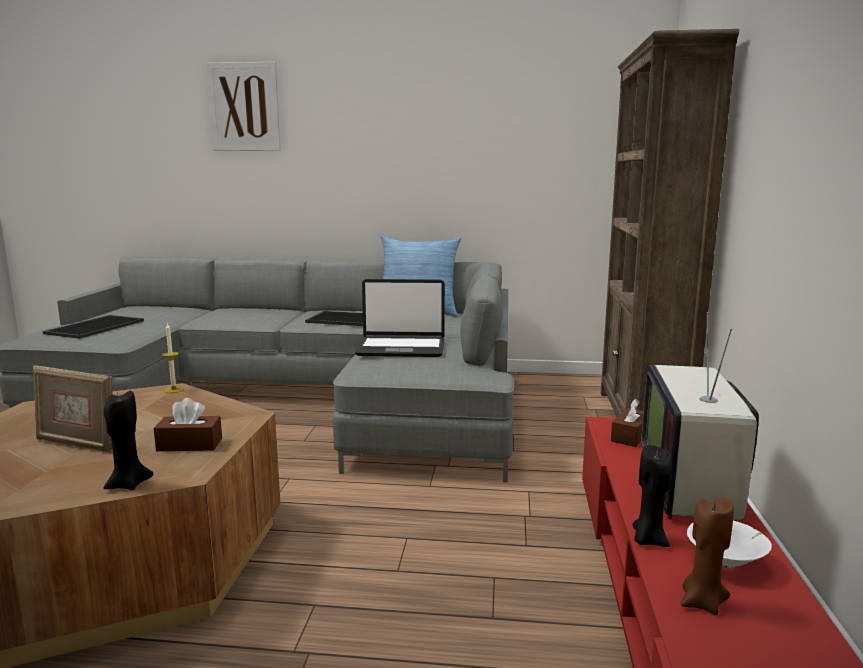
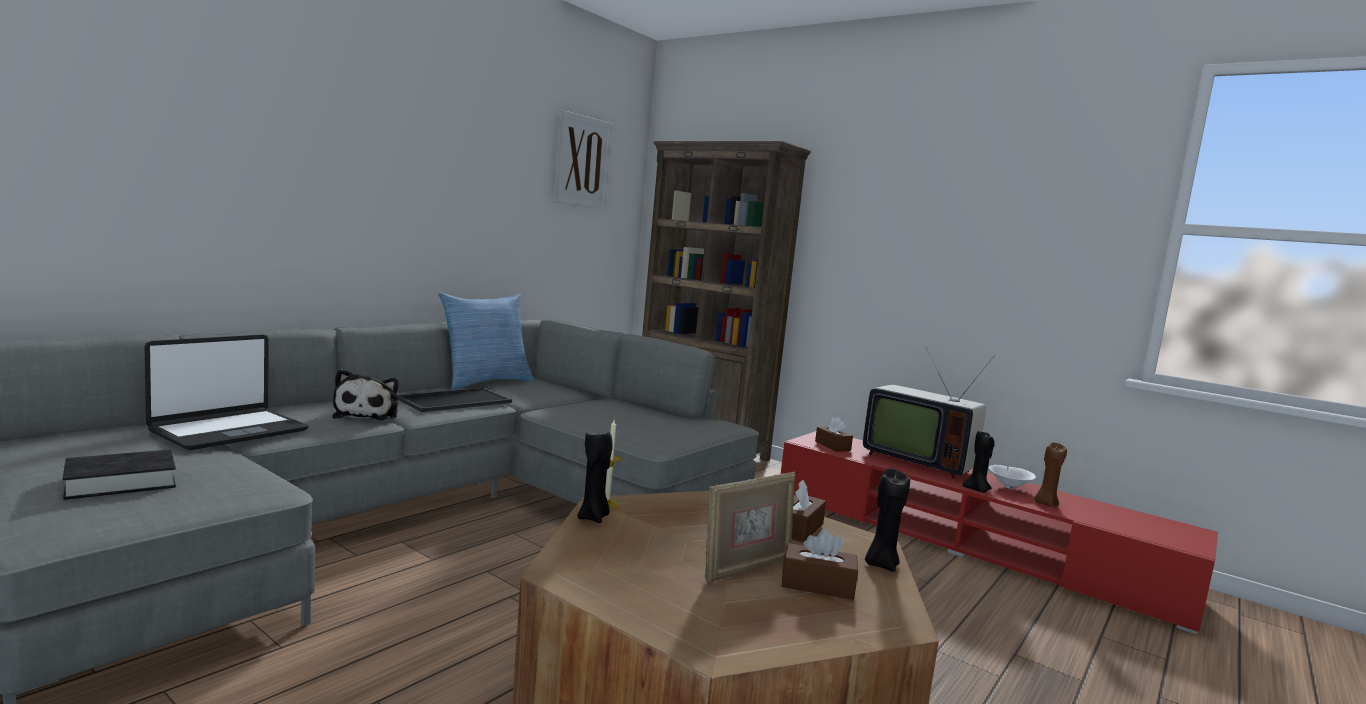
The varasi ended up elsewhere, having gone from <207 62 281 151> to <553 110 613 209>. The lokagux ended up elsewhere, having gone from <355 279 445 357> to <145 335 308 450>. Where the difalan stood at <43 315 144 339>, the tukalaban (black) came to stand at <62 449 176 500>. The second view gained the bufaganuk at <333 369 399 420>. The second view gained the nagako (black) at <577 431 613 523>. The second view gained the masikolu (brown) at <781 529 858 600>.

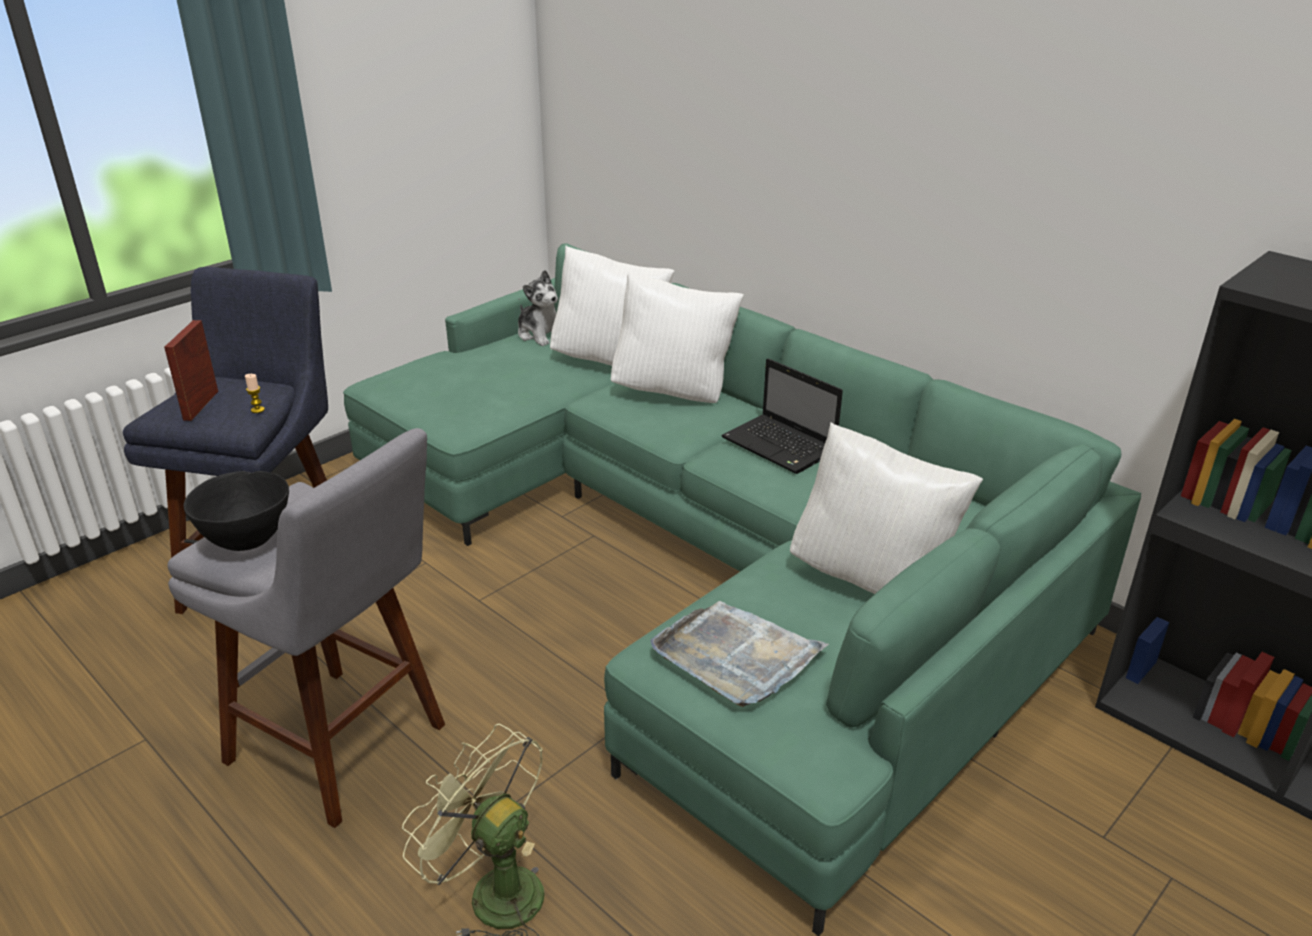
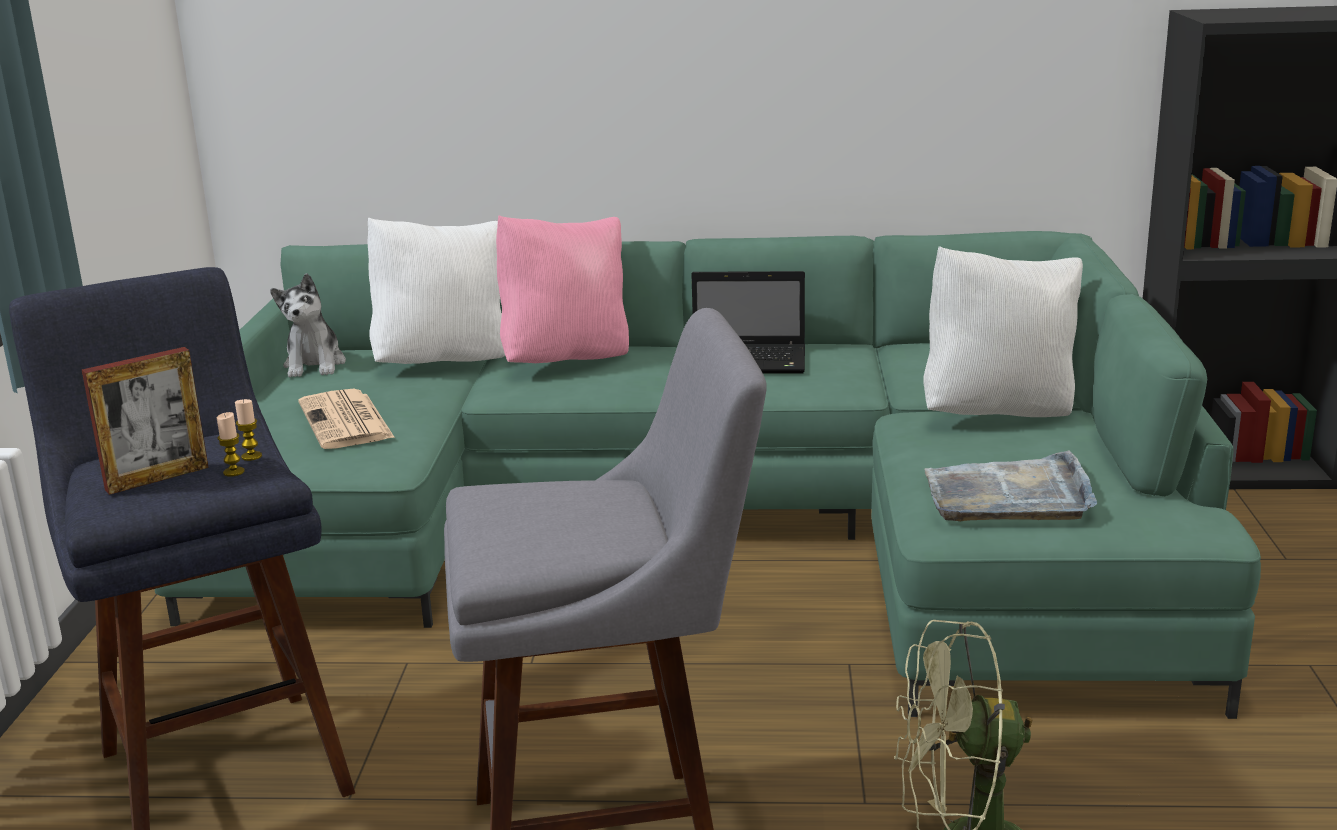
The bufaganuk at <518 270 558 346> ended up facing another way, 75 degrees clockwise from before. What was the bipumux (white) at <611 272 744 403> turned into the bipumux (pink) at <496 215 629 363>. The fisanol at <164 320 218 421> ended up facing another way, 90 degrees counterclockwise from before. The second view lost the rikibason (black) at <183 471 289 551>. The second view gained the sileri at <298 389 395 449>. The second view gained the nagako at <217 412 245 476>.

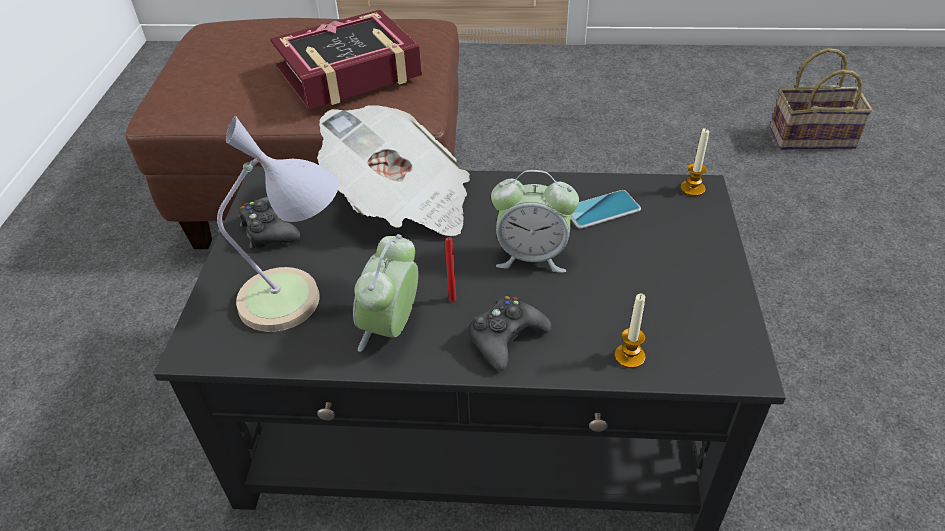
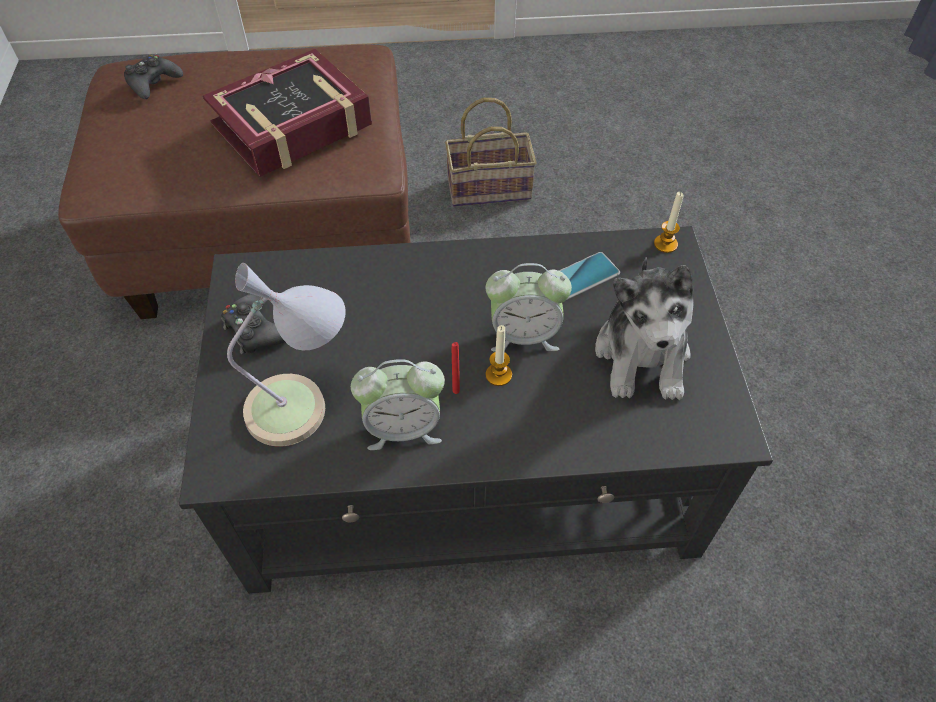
The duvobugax ended up elsewhere, having gone from <770 48 873 150> to <445 98 537 207>. The second view lost the sileri at <317 105 470 236>. The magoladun at <353 234 419 352> ended up facing another way, 105 degrees counterclockwise from before. The nagako ended up elsewhere, having gone from <615 294 645 368> to <486 325 512 386>. The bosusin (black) ended up elsewhere, having gone from <469 296 552 371> to <124 55 183 99>. The second view gained the bufaganuk at <595 257 694 400>.

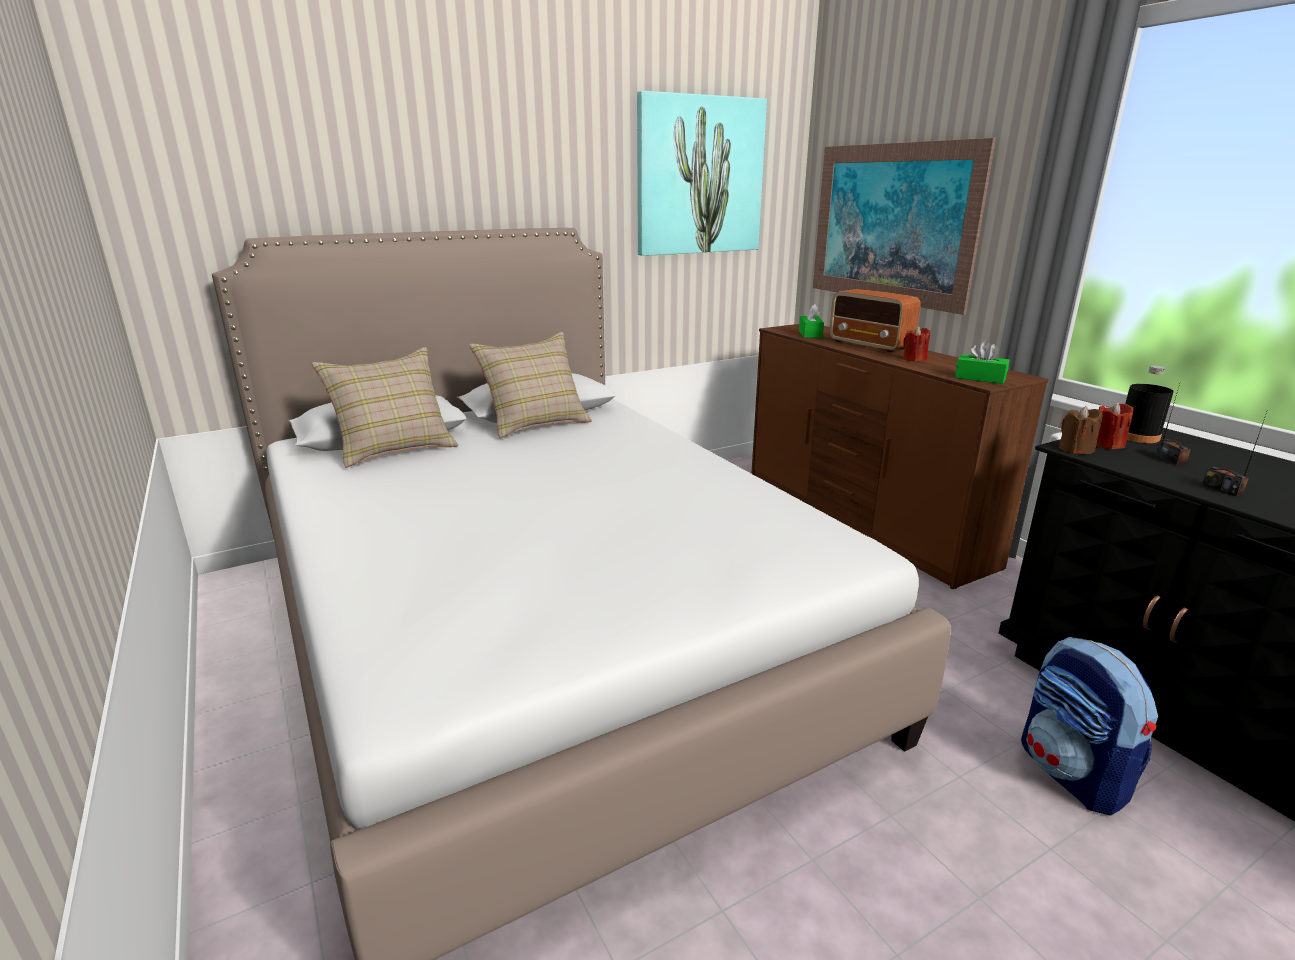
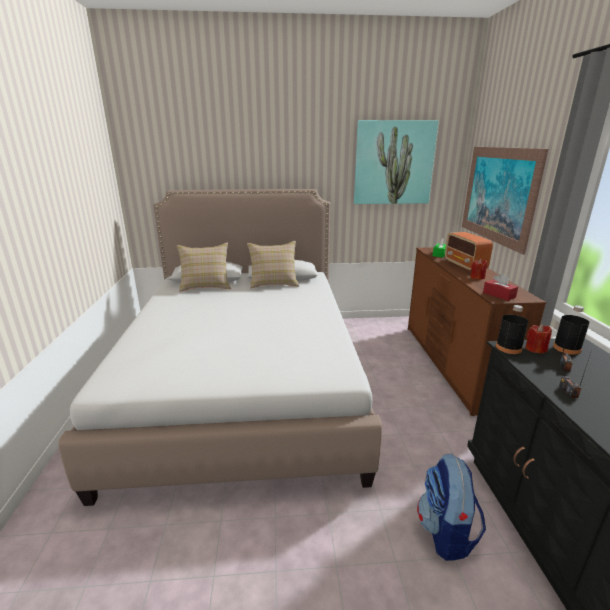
What was the masikolu (green) at <955 340 1009 384> turned into the masikolu (red) at <483 273 518 301>. Where the nagako (brown) stood at <1059 406 1102 454>, the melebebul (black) came to stand at <496 305 528 354>.

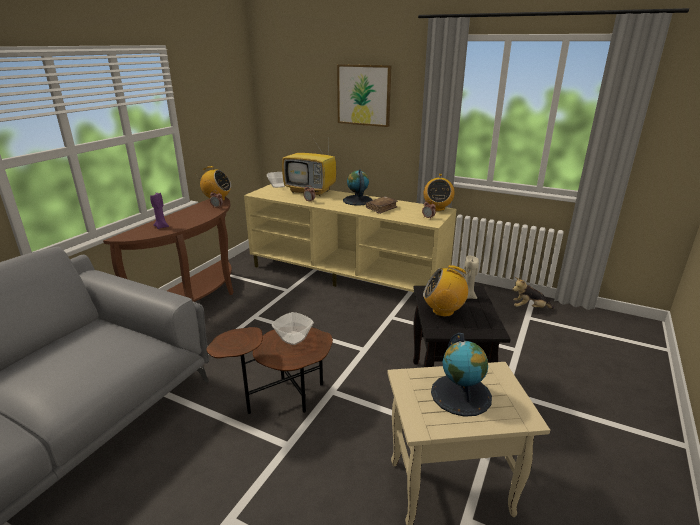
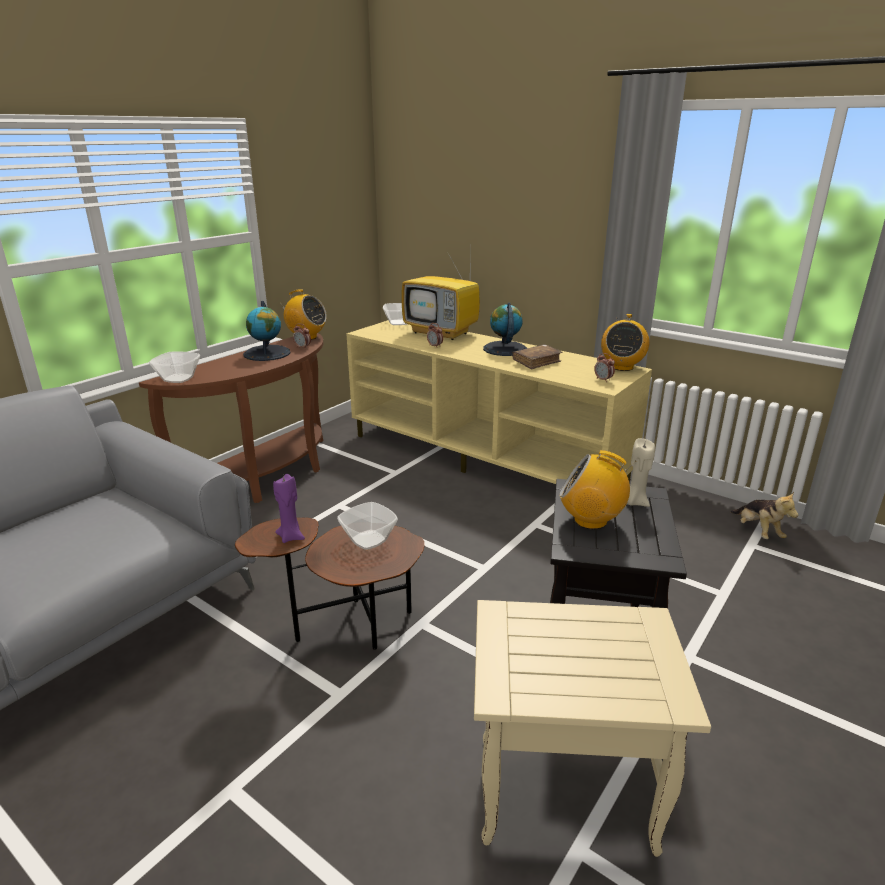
The second view lost the varasi at <337 64 391 127>. The nagako (purple) ended up elsewhere, having gone from <150 193 169 229> to <273 474 305 543>. The bufaganuk at <512 277 554 309> ended up facing another way, 120 degrees counterclockwise from before. The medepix ended up elsewhere, having gone from <431 333 492 417> to <243 301 291 361>. The second view gained the rikibason at <149 351 200 383>.

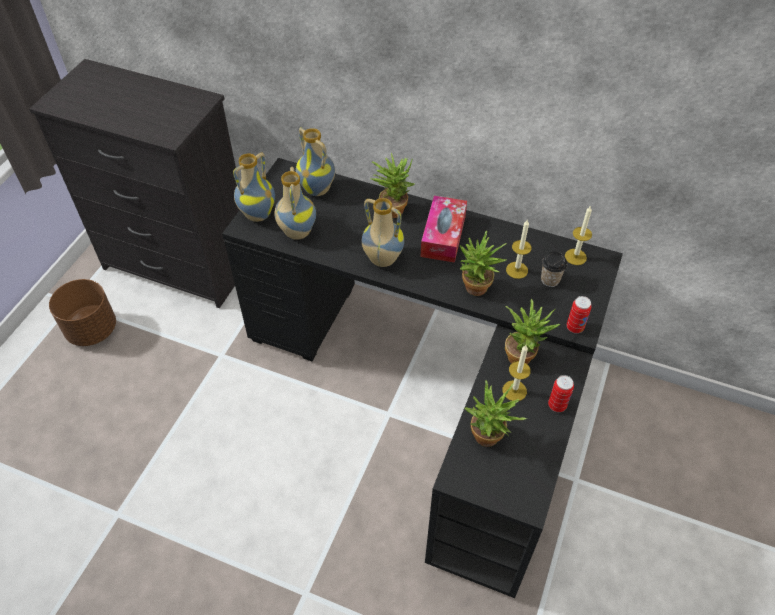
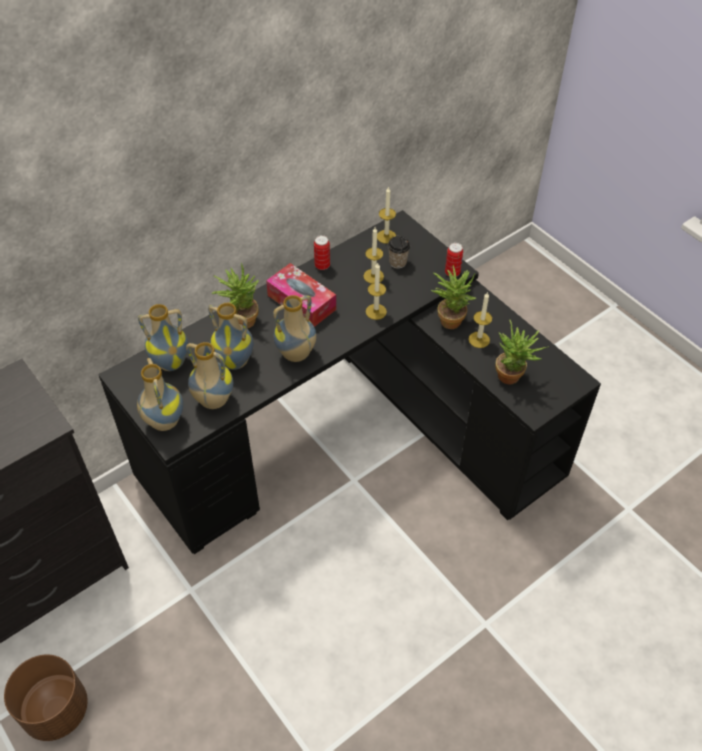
Where the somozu stood at <460 230 507 296>, the nagako came to stand at <366 263 387 320>. The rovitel ended up elsewhere, having gone from <548 375 574 412> to <314 235 330 270>. The second view gained the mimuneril at <208 303 254 370>.

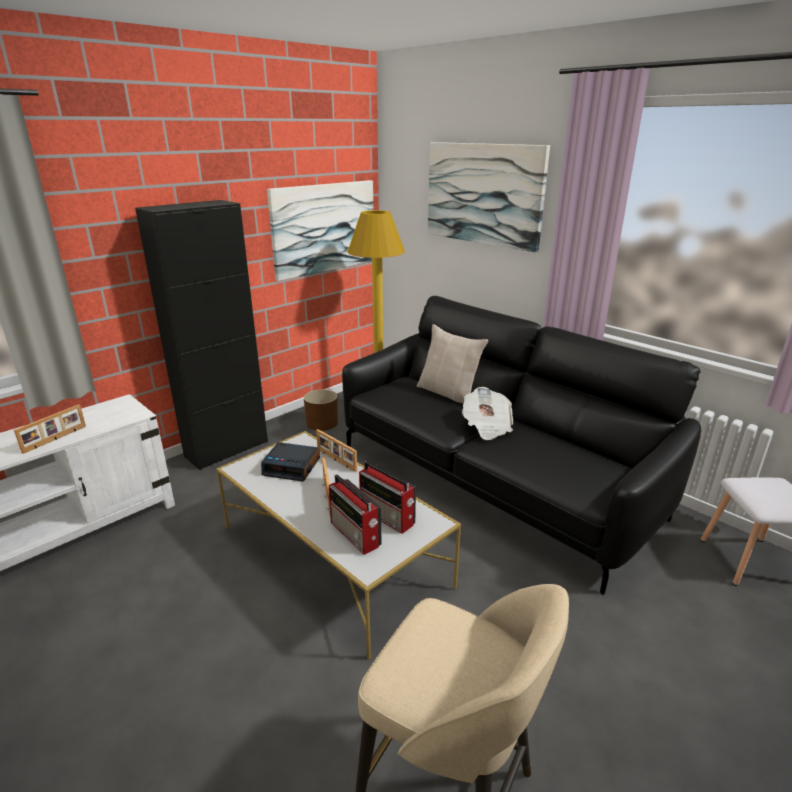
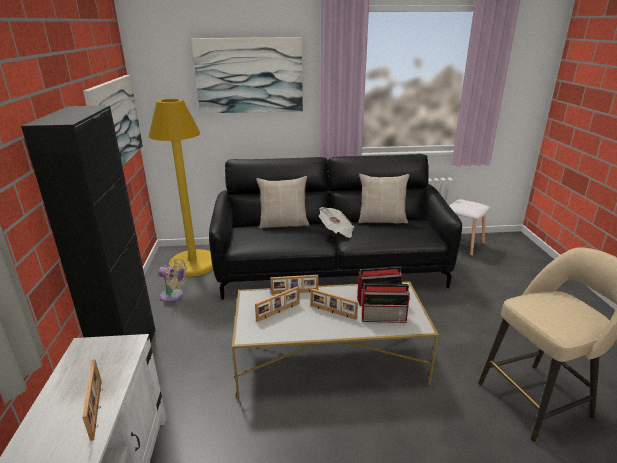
Where the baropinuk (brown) stood at <304 389 338 431>, the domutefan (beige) came to stand at <158 259 187 302>. Where the magoladun stood at <261 442 320 482>, the fisanol came to stand at <255 286 300 322>. The second view gained the bipumux (beige) at <358 174 409 223>.

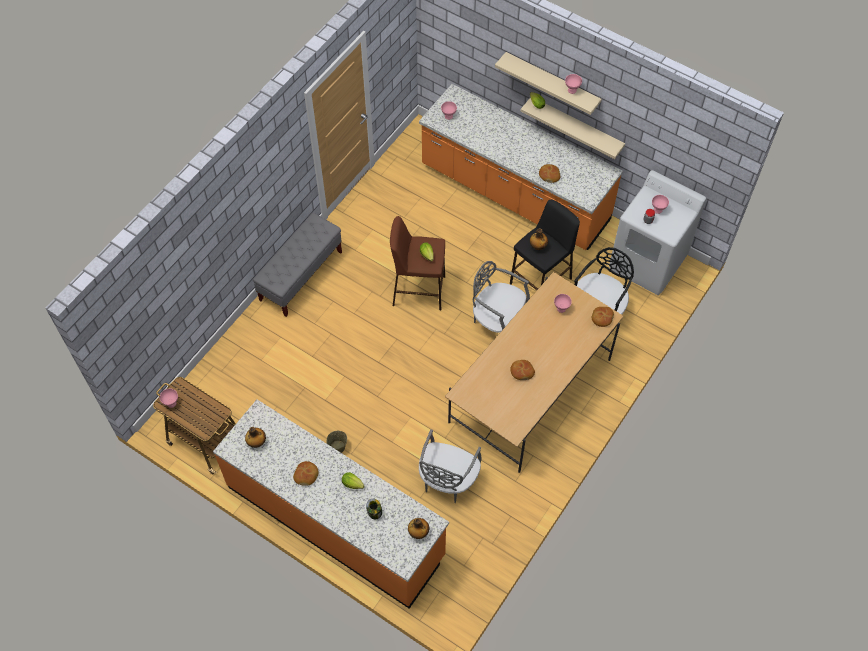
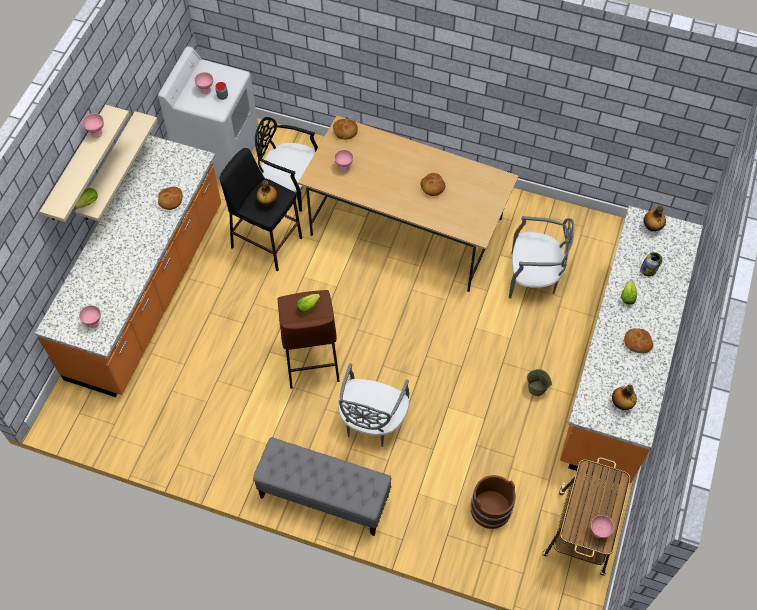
The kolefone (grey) ended up elsewhere, having gone from <472 261 530 333> to <338 363 409 447>. The second view gained the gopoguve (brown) at <470 475 516 529>.

